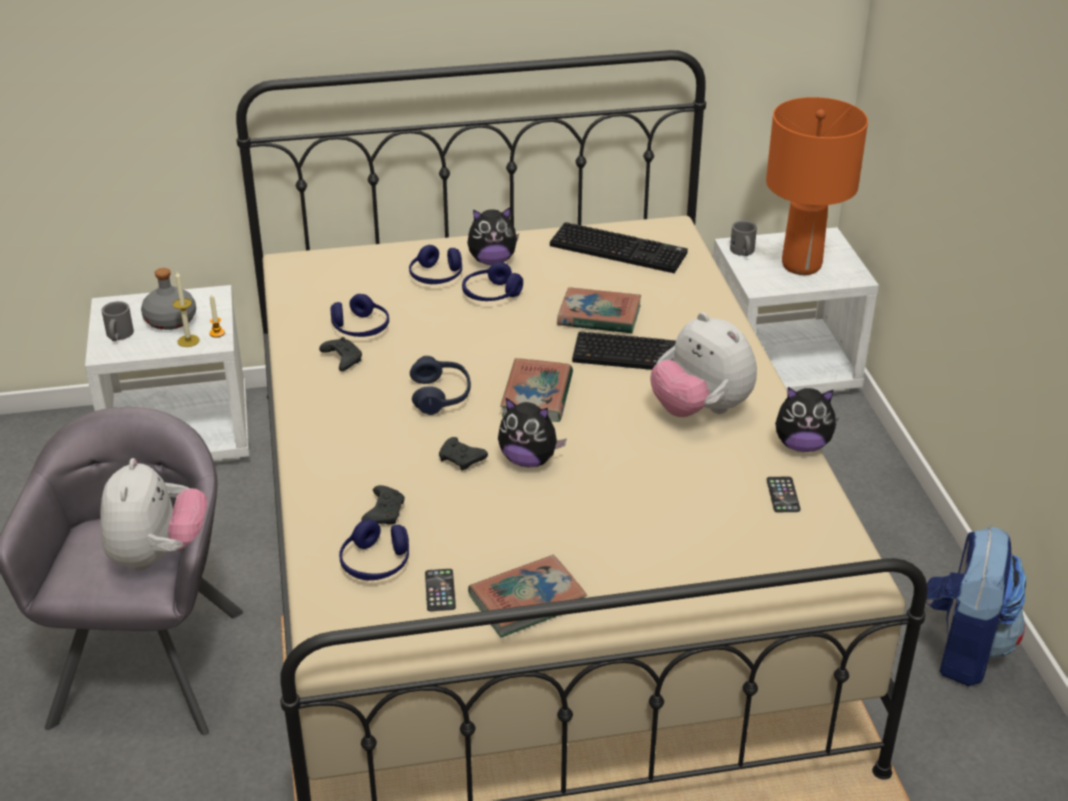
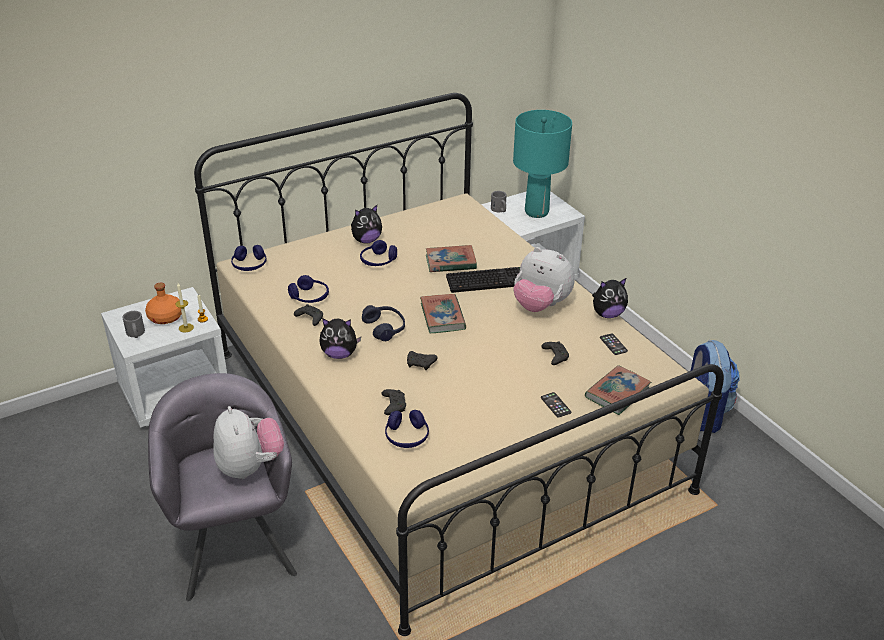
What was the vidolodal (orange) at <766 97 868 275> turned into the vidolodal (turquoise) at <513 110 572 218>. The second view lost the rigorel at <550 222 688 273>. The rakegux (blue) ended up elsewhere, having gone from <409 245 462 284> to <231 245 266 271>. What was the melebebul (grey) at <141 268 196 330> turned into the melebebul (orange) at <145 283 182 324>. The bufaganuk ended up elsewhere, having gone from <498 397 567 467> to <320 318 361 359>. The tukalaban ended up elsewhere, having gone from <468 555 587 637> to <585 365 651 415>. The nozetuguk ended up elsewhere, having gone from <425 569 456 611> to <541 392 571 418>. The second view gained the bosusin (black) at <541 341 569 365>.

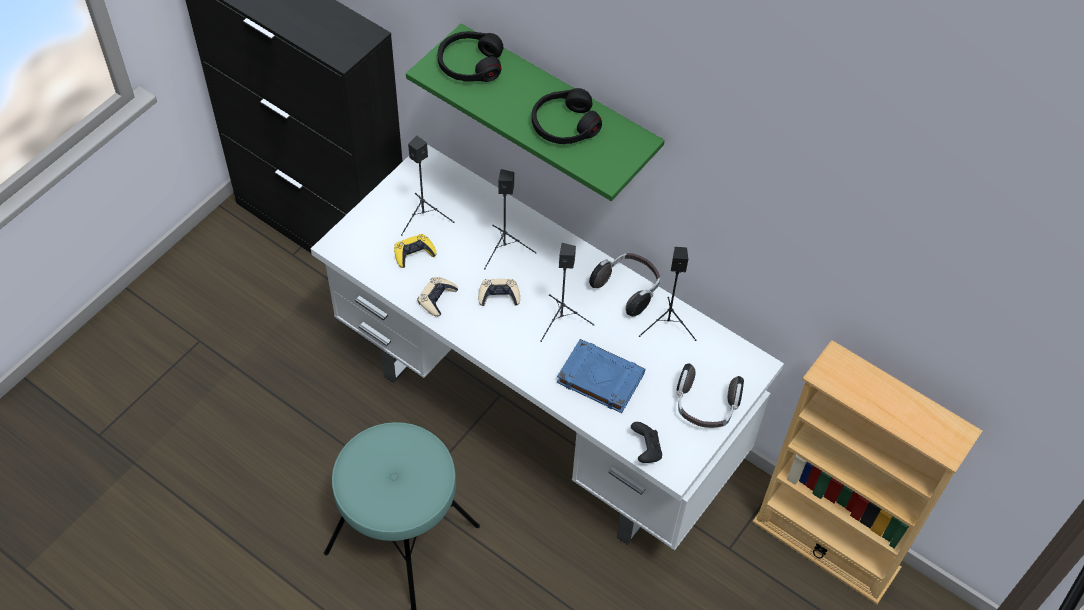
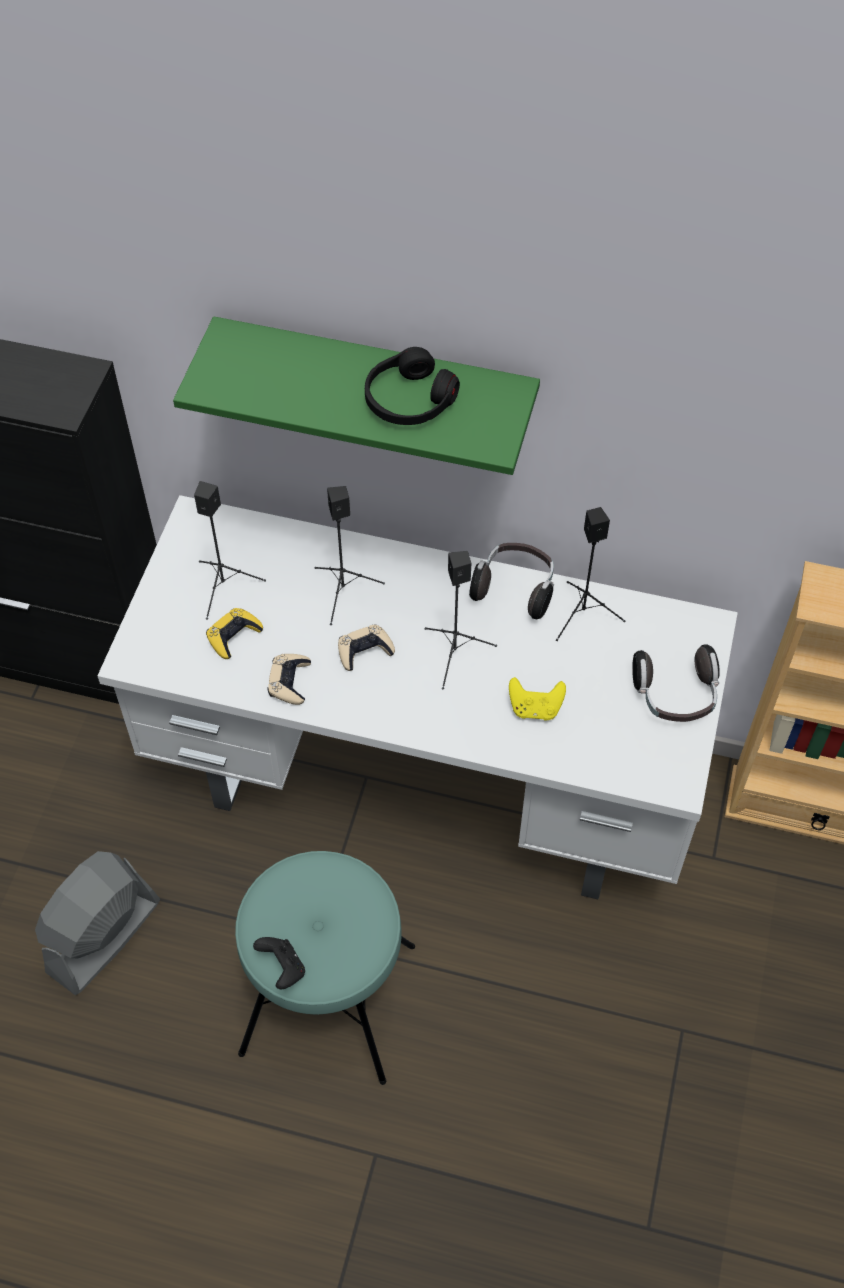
The second view lost the rakegux (black) at <438 31 503 82>. Where the tukalaban (blue) stood at <557 339 645 413>, the bosusin (yellow) came to stand at <509 677 566 721>. The bosusin (black) ended up elsewhere, having gone from <631 422 662 463> to <253 937 305 989>. The second view gained the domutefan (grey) at <35 851 160 995>.

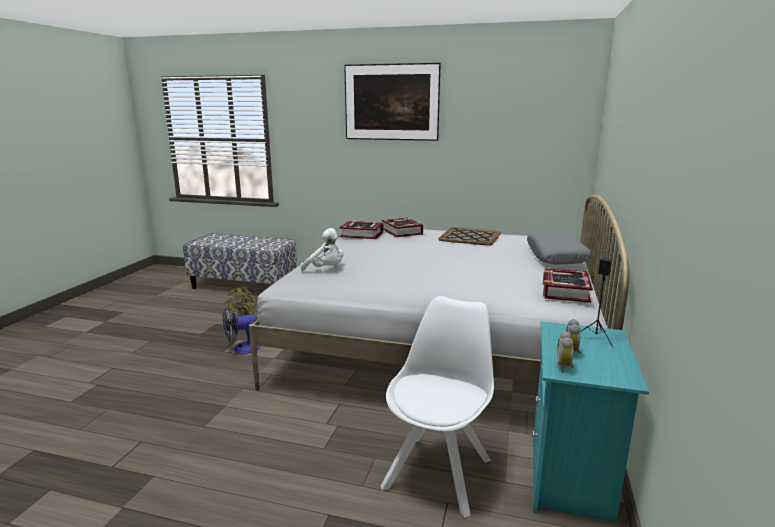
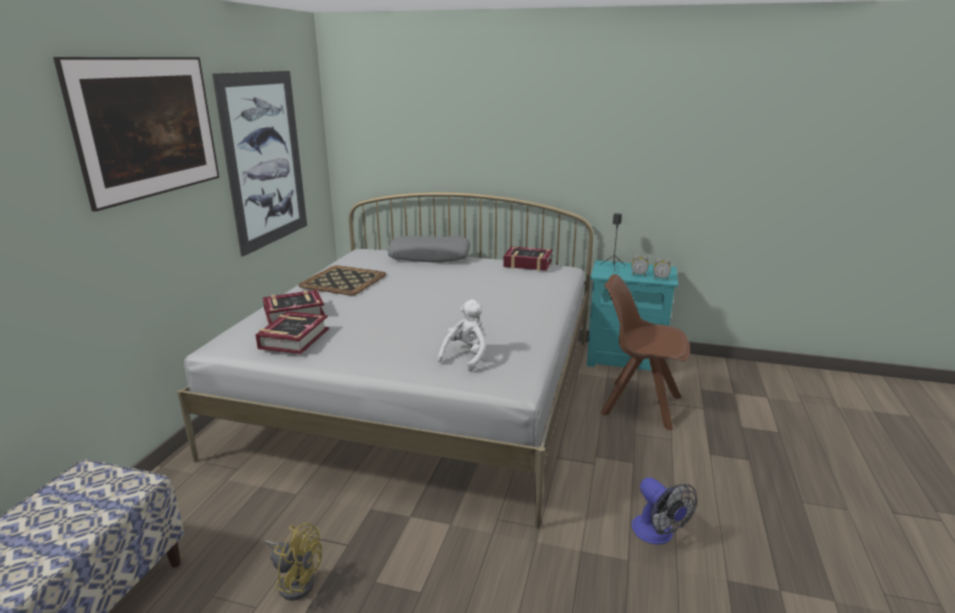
What was the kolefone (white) at <381 296 494 518> turned into the kolefone (brown) at <600 274 690 430>. The domutefan ended up elsewhere, having gone from <223 307 261 354> to <632 477 697 544>. The second view gained the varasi at <212 71 307 256>.

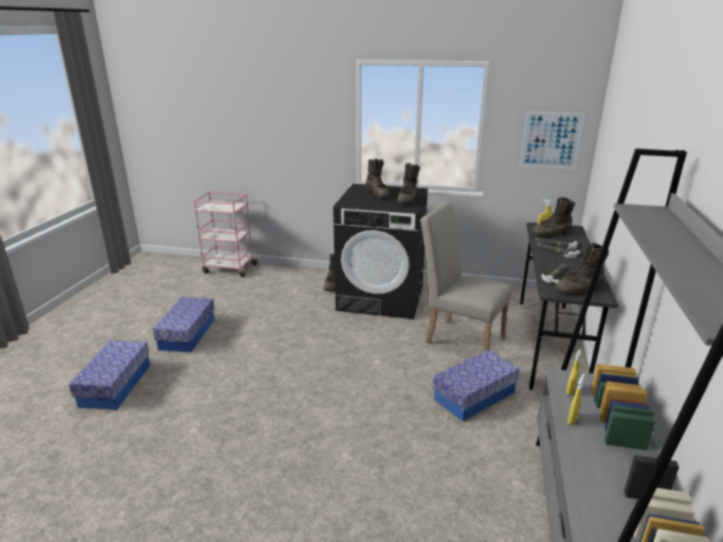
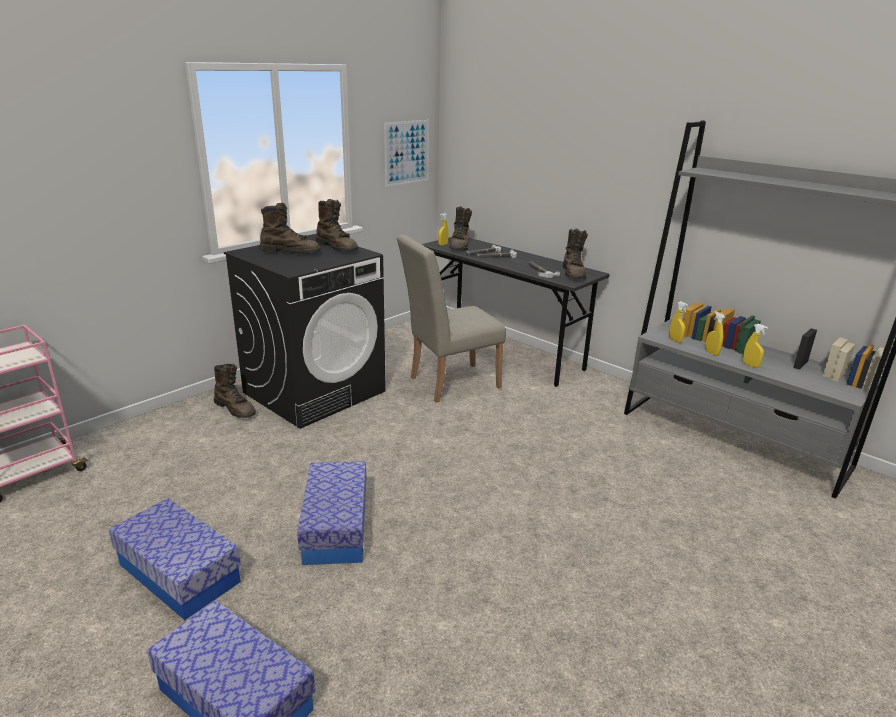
The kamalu ended up elsewhere, having gone from <433 350 520 421> to <297 461 366 565>. The second view gained the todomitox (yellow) at <743 324 768 368>.

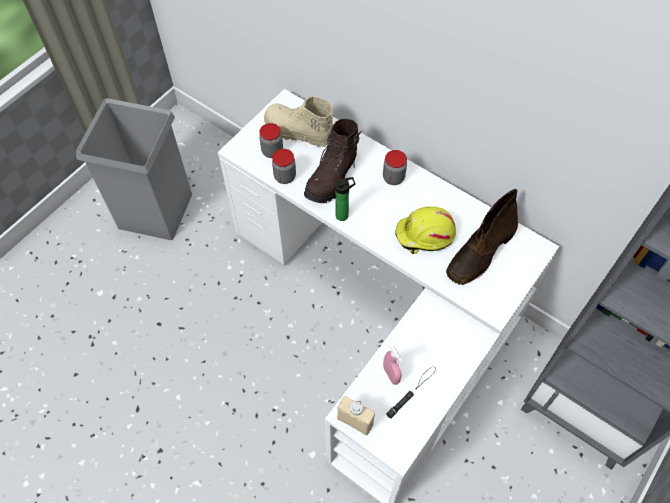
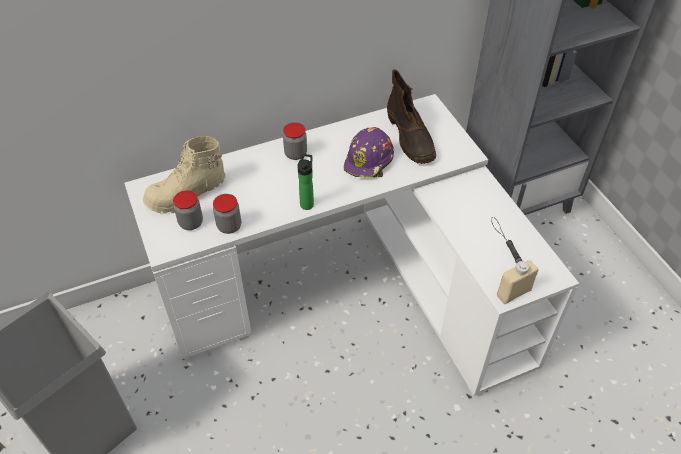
The second view lost the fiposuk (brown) at <304 119 361 203>. What was the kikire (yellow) at <395 206 456 254> turned into the kikire (purple) at <344 127 394 177>. The second view lost the todomitox (pink) at <383 344 402 385>.

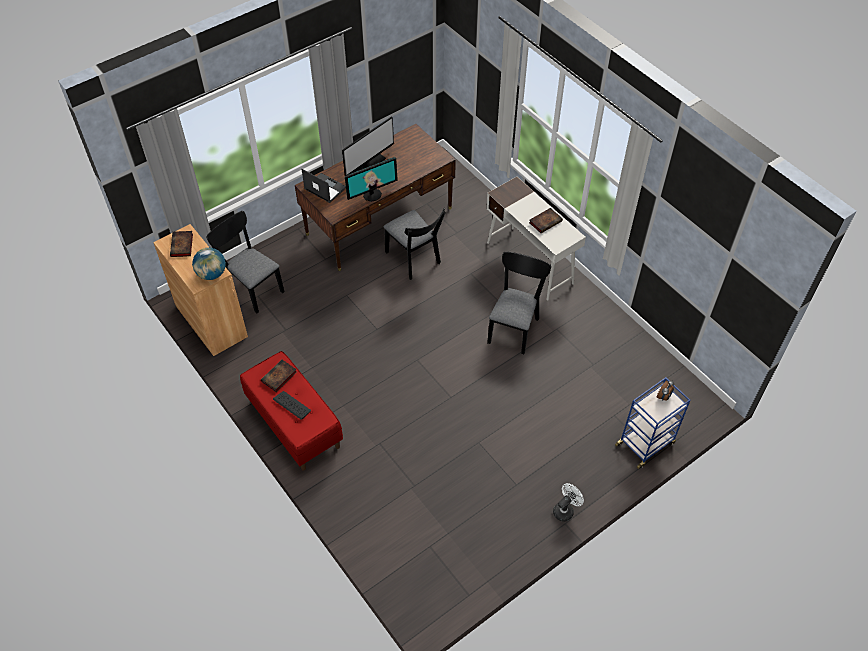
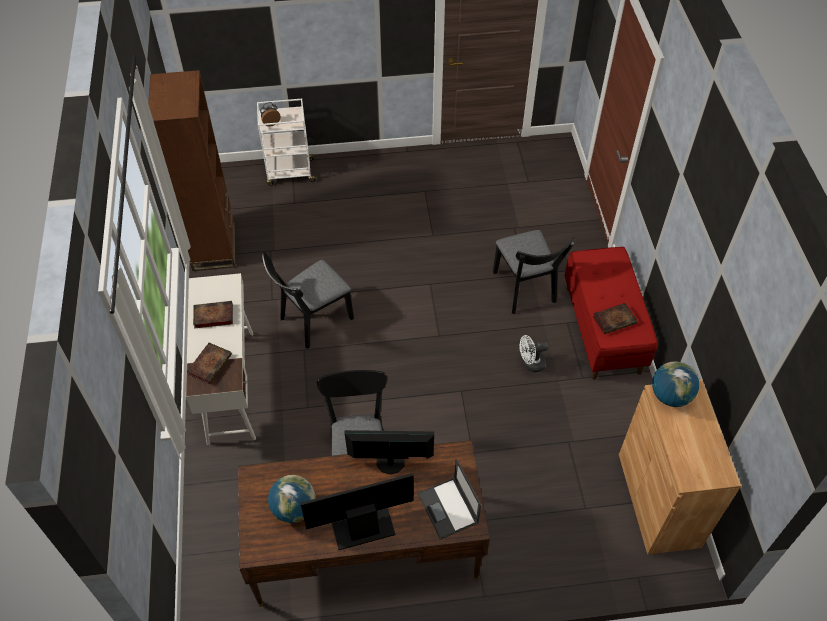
The kolefone (black) ended up elsewhere, having gone from <206 211 285 313> to <493 230 575 314>. The tukalaban ended up elsewhere, having gone from <170 231 193 257> to <187 343 232 384>. What was the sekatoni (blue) at <615 377 691 469> turned into the sekatoni (white) at <257 99 318 186>. The second view lost the rigorel at <273 391 311 419>. The domutefan (white) ended up elsewhere, having gone from <553 483 584 522> to <519 335 548 372>. The second view gained the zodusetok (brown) at <148 70 235 271>. The second view gained the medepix at <268 475 316 523>.

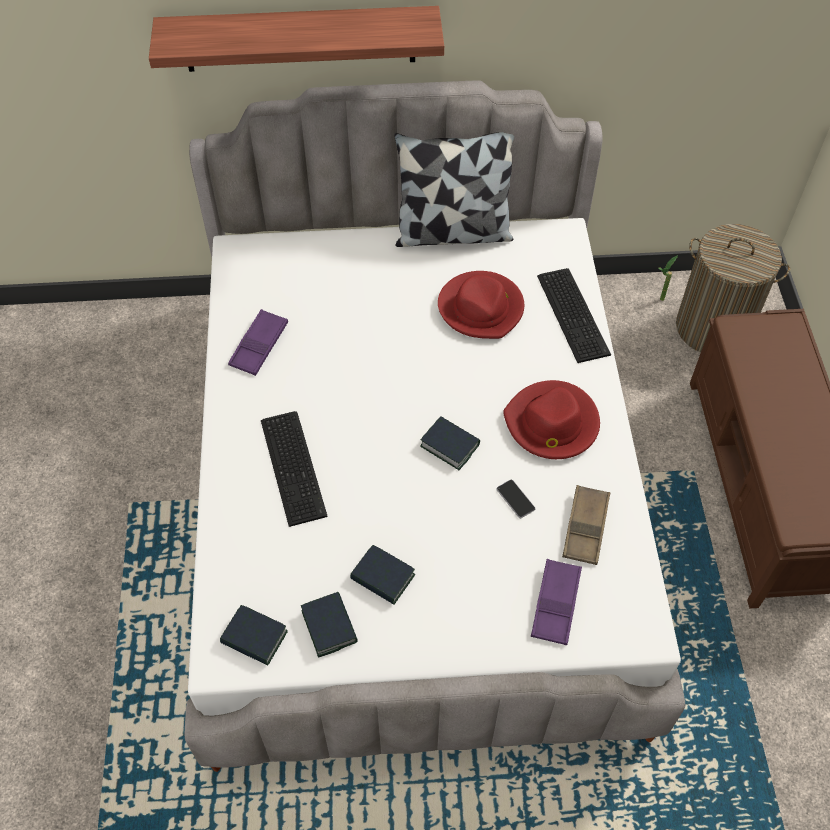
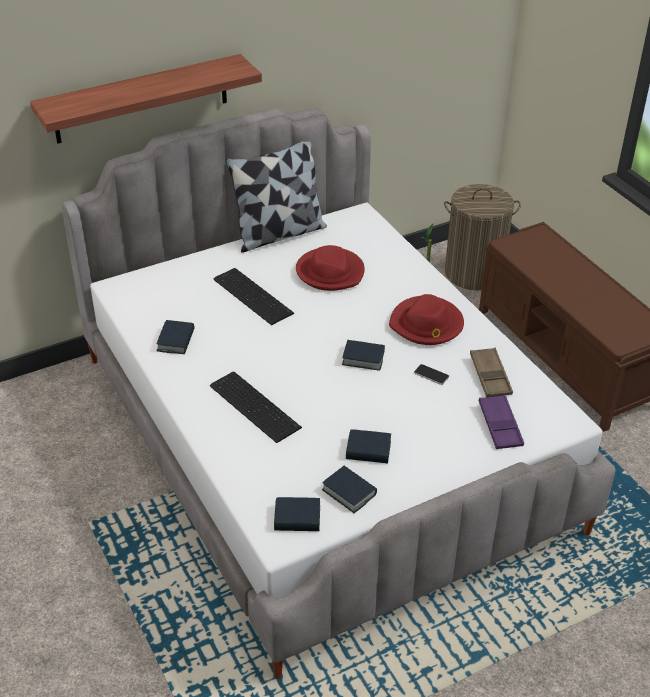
The rigorel ended up elsewhere, having gone from <537 268 611 363> to <213 268 294 325>. Where the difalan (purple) stood at <228 309 288 376>, the tukalaban came to stand at <157 320 195 354>.

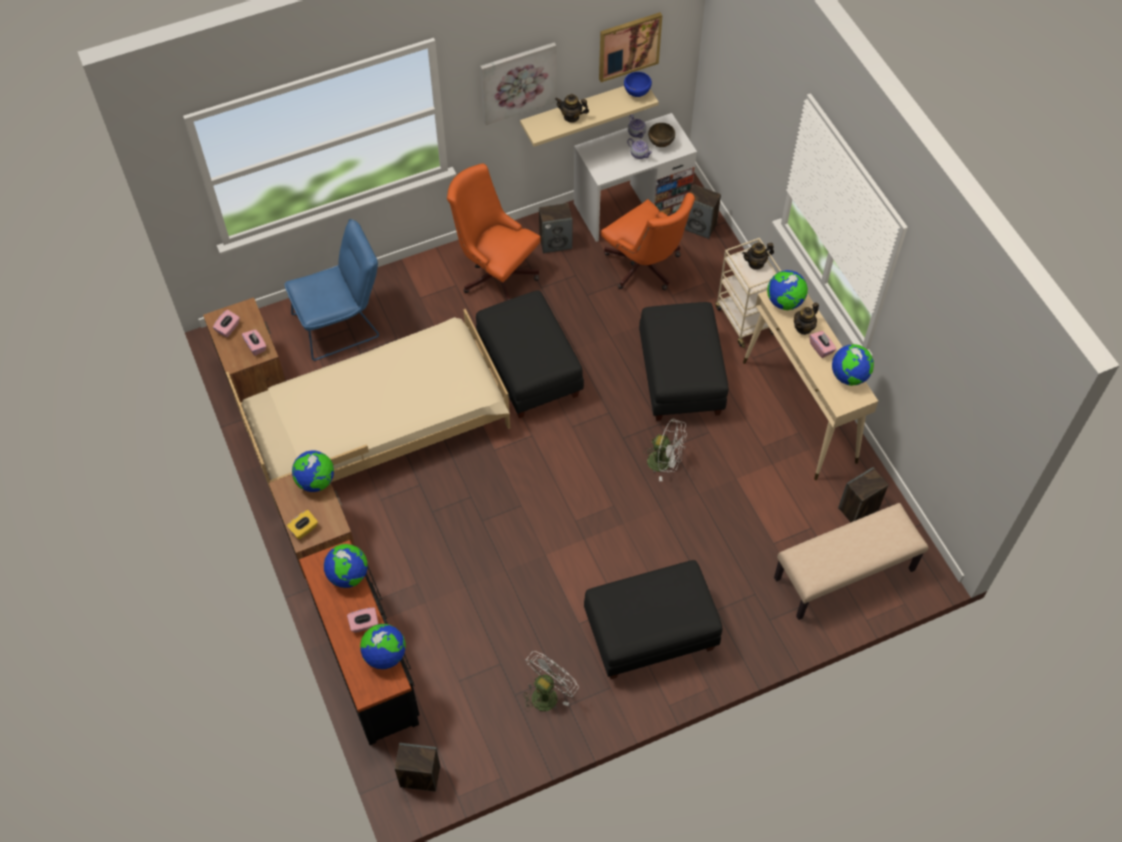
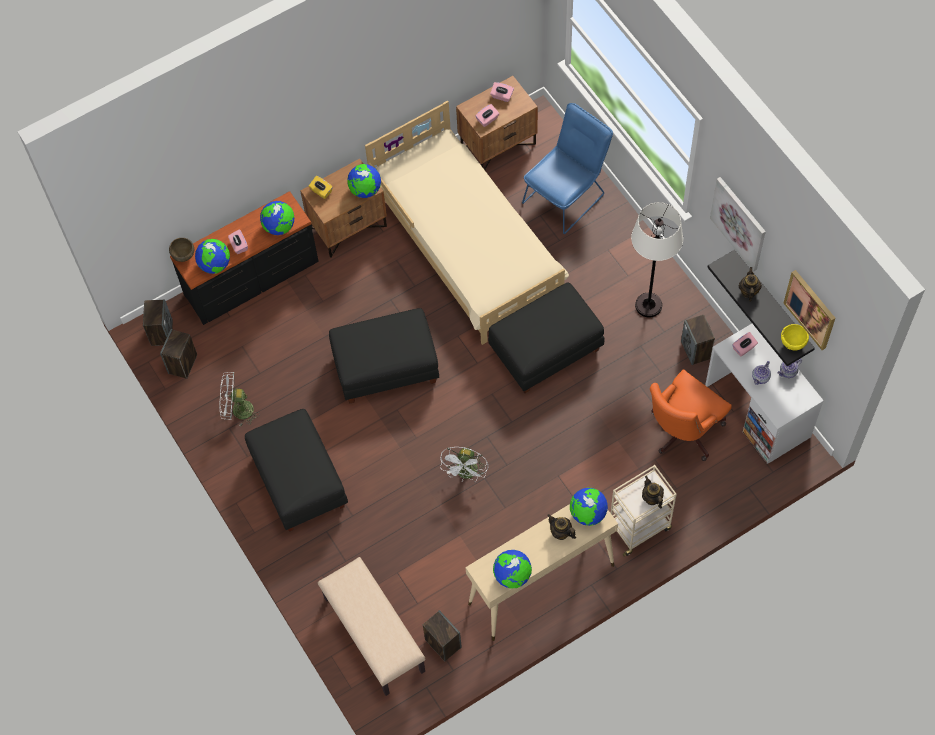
What was the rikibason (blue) at <624 72 652 97> turned into the rikibason (yellow) at <781 324 809 351>. What was the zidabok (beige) at <520 86 659 147> turned into the zidabok (black) at <707 250 815 366>. The rikibason (brown) ended up elsewhere, having gone from <648 123 675 147> to <169 238 194 262>. Where the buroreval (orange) stood at <447 164 541 300>, the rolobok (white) came to stand at <631 202 683 318>. The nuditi ended up elsewhere, having gone from <684 184 721 239> to <160 329 197 379>. The kolefone (blue) at <285 219 379 361> ended up facing another way, 105 degrees counterclockwise from before. The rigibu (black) ended up elsewhere, having gone from <639 302 729 421> to <329 308 439 403>. The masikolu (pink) ended up elsewhere, having gone from <810 331 836 358> to <732 332 758 356>. The domutefan (white) at <523 651 579 711> ended up facing another way, 150 degrees clockwise from before.

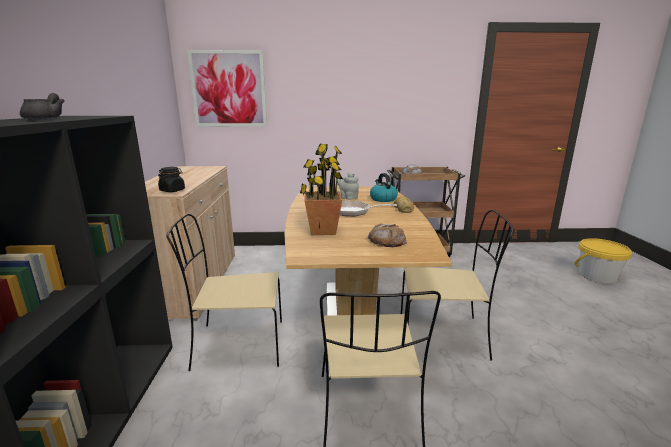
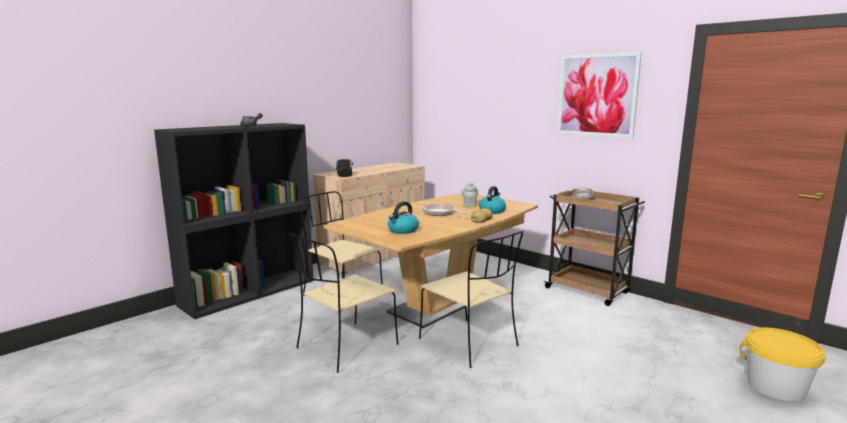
The varasi ended up elsewhere, having gone from <187 50 267 127> to <557 52 642 138>. The second view lost the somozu at <300 144 343 235>. Where the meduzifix stood at <368 223 407 247>, the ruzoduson came to stand at <388 201 419 234>.

